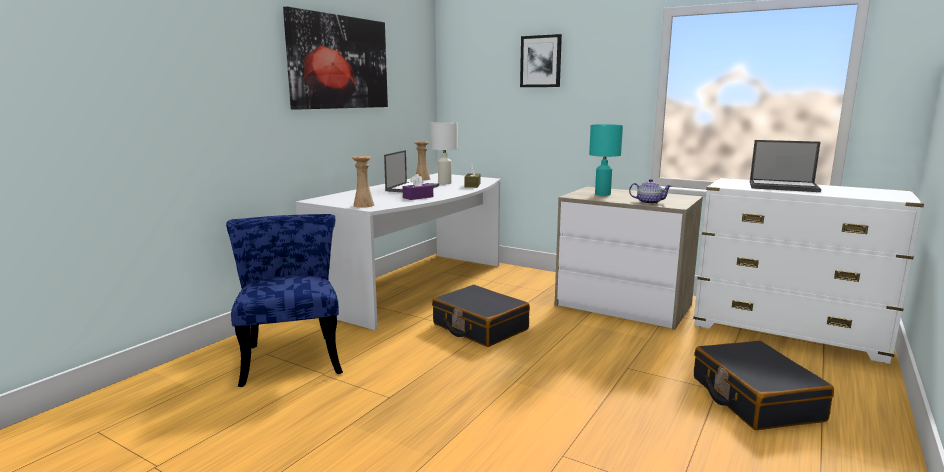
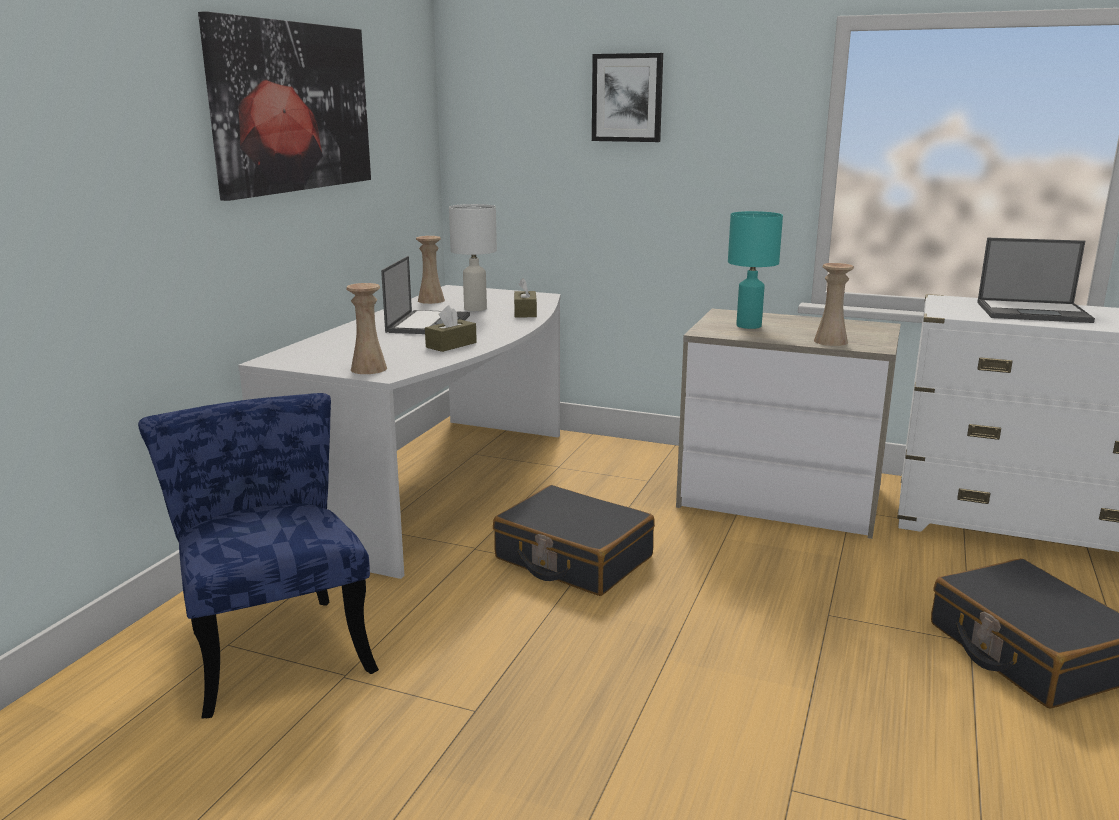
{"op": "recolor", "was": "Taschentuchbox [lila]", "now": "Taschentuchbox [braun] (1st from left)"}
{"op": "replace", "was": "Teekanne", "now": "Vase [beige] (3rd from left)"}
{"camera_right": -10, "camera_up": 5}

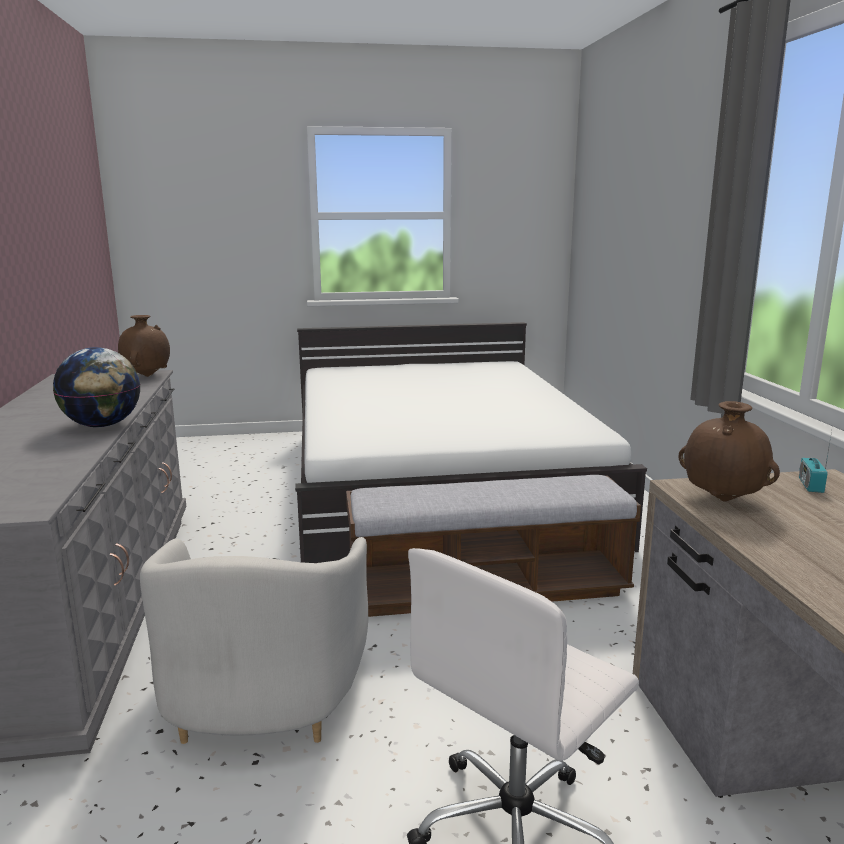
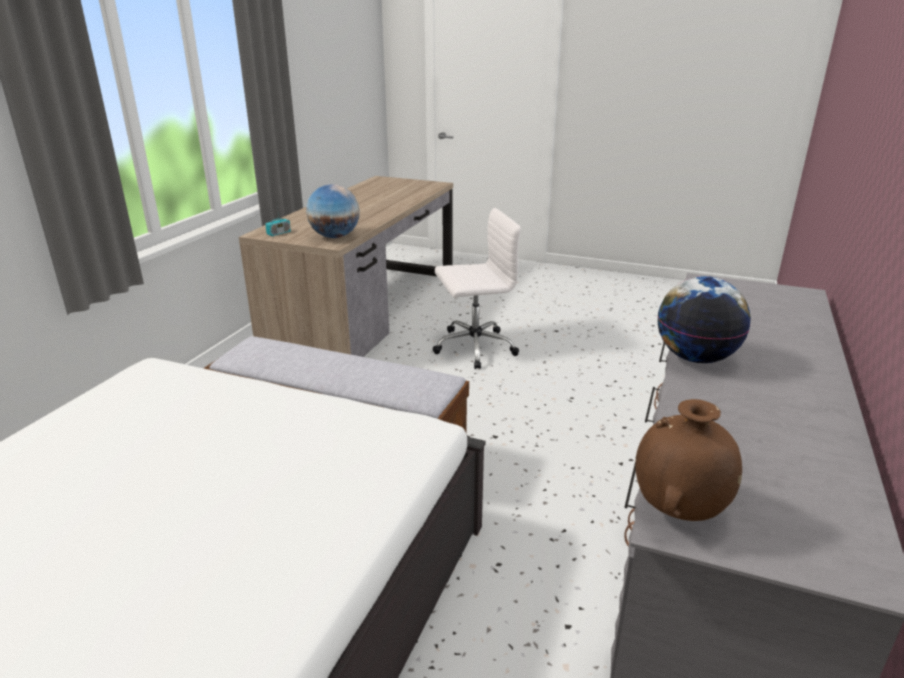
{"op": "replace", "was": "Vase [braun] (2nd from left)", "now": "Globus (1st from left)"}
{"op": "delete", "was": "Sessel [weiß]"}
{"camera_right": -150, "camera_up": 10}

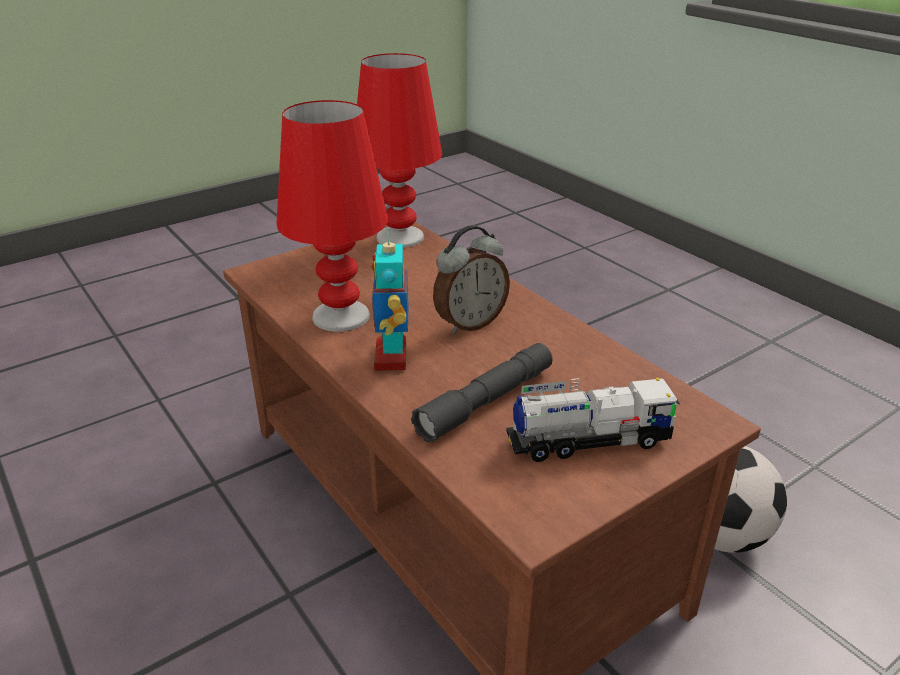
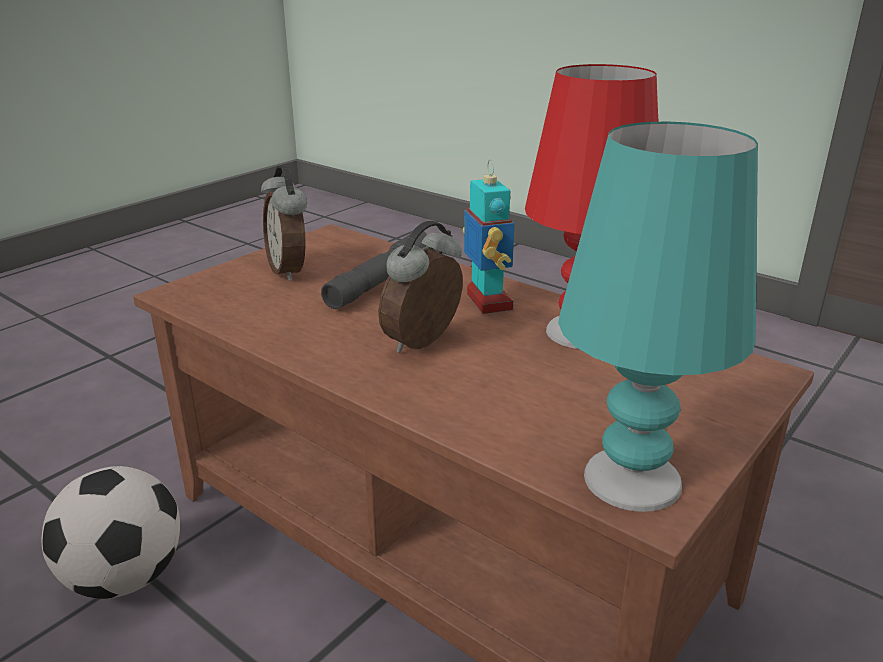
{"op": "recolor", "was": "Tischlampe [rot] (2nd from left)", "now": "Tischlampe [türkis]"}
{"op": "replace", "was": "Spielzeuglaster", "now": "Wecker (1st from left)"}
{"camera_right": 165, "camera_up": -5}

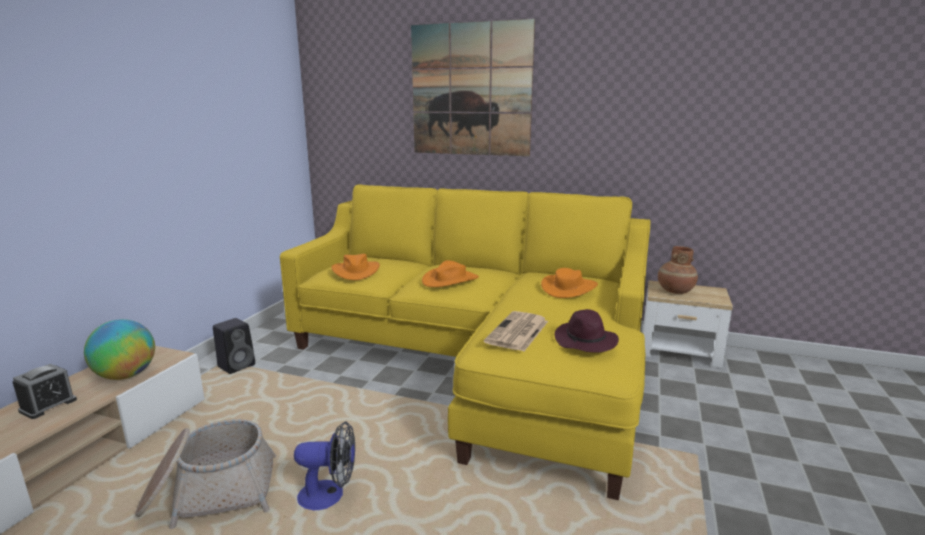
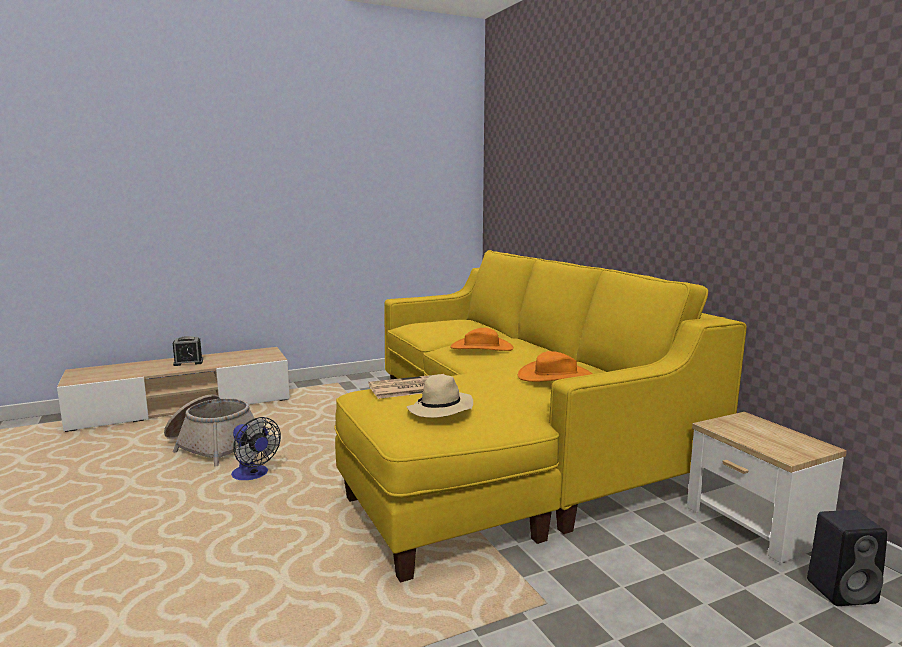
{"op": "delete", "was": "Bild"}
{"op": "delete", "was": "Vase [braun]"}
{"op": "delete", "was": "Hut [orange] (1st from left)"}
{"op": "recolor", "was": "Hut [lila]", "now": "Hut [beige]"}
{"op": "move", "was": "Lautsprecher [schwarz]"}
{"op": "delete", "was": "Globus"}
{"camera_right": 45, "camera_up": -5}

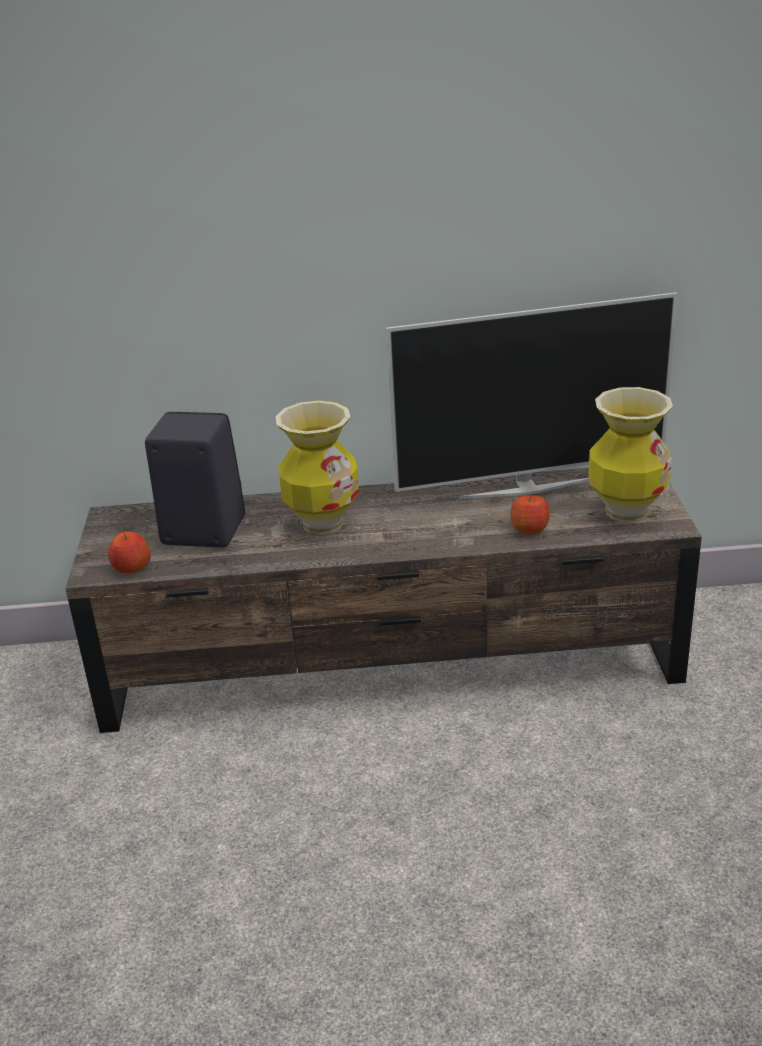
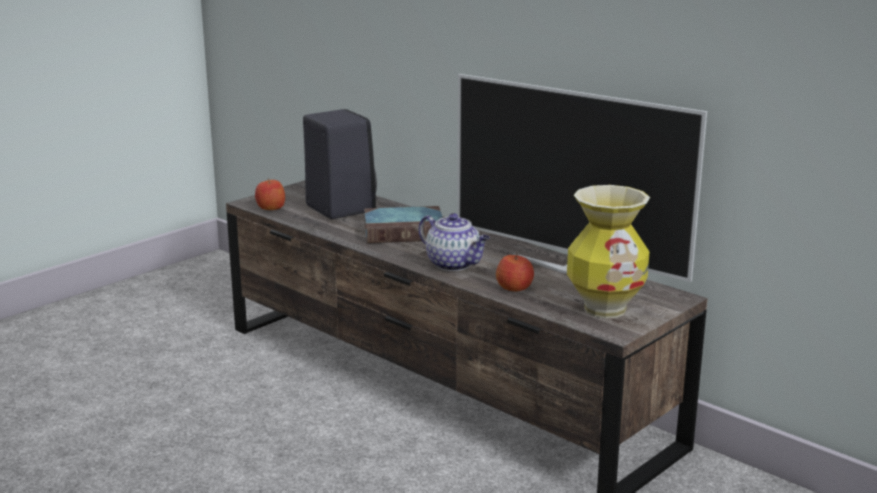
{"op": "replace", "was": "Vase (1st from left)", "now": "Buch"}
{"op": "insert", "now": "Teekanne"}
{"camera_right": 45, "camera_up": -10}

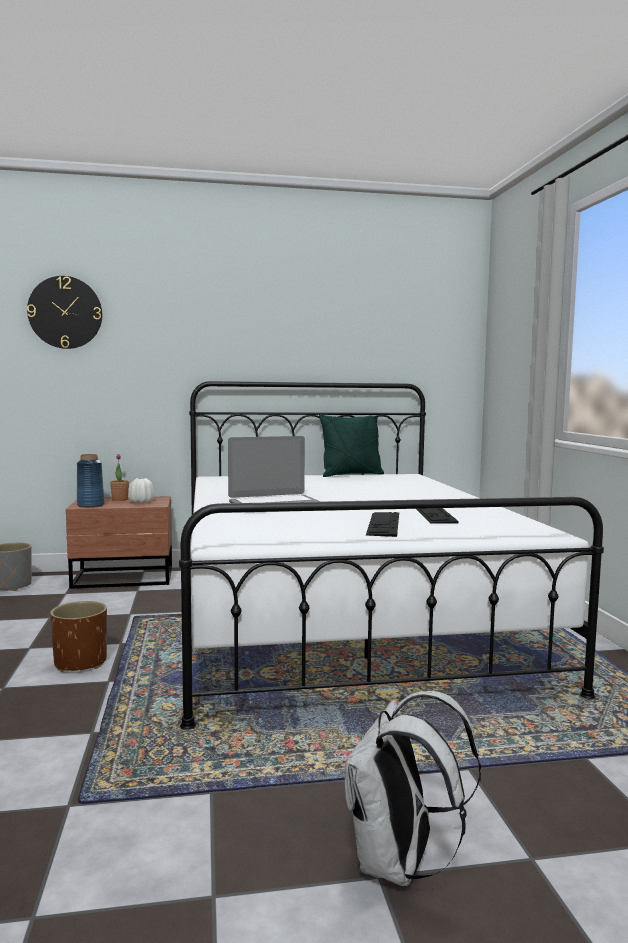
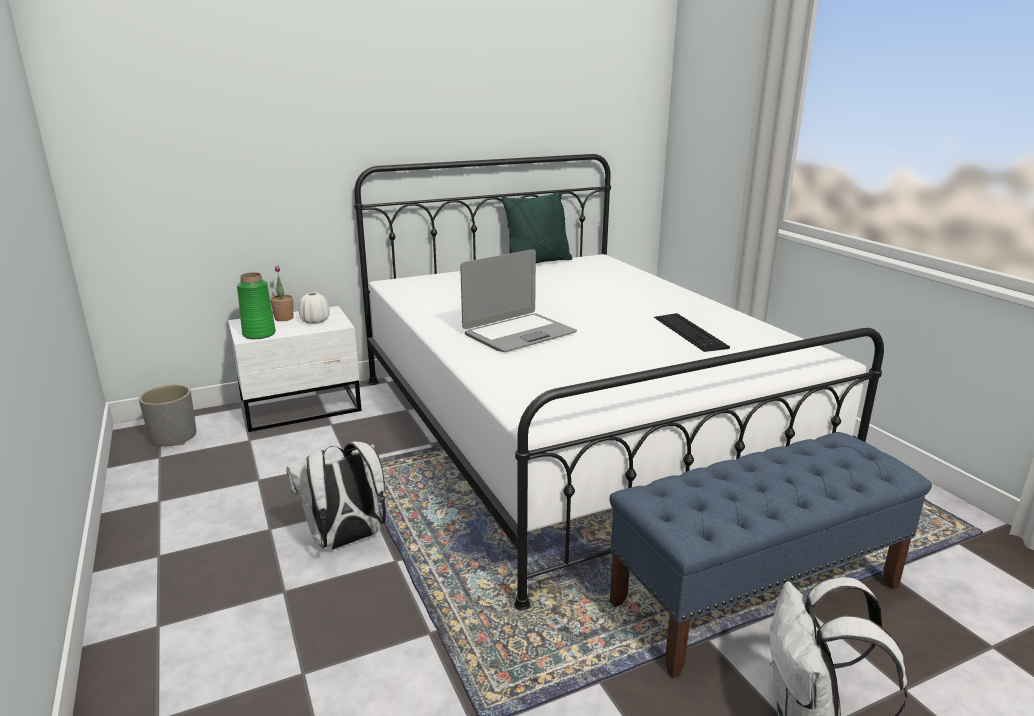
{"op": "delete", "was": "Wanduhr"}
{"op": "recolor", "was": "Vase [blau]", "now": "Vase [grün]"}
{"op": "recolor", "was": "Nachttisch [braun]", "now": "Nachttisch [weiß]"}
{"op": "delete", "was": "Tastatur (1st from left)"}
{"op": "replace", "was": "Pflanzkübel [braun]", "now": "Rucksack [weiß] (1st from left)"}
{"op": "insert", "now": "Bank [blau]"}
{"camera_right": -15, "camera_up": 15}

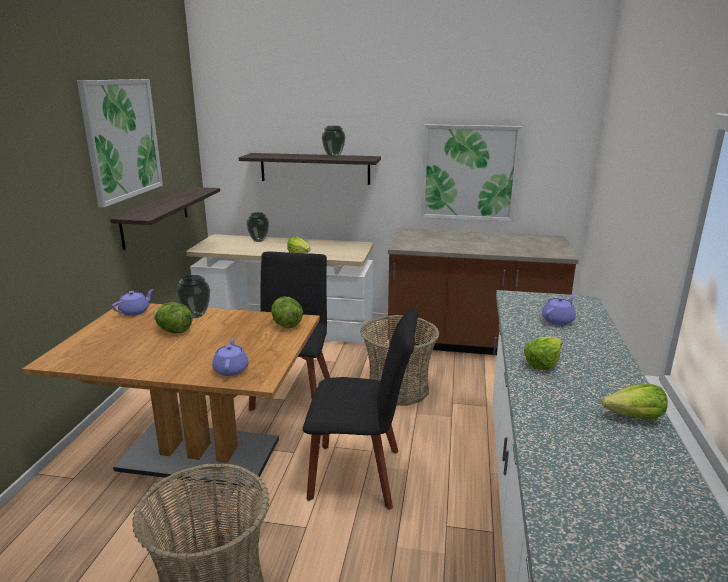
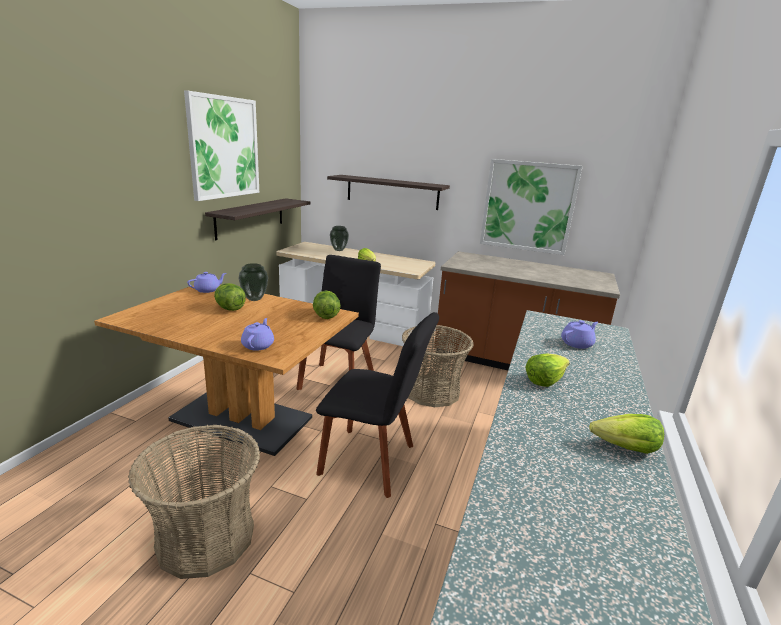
{"op": "delete", "was": "Vase (3rd from left)"}
{"camera_right": 10, "camera_up": 0}

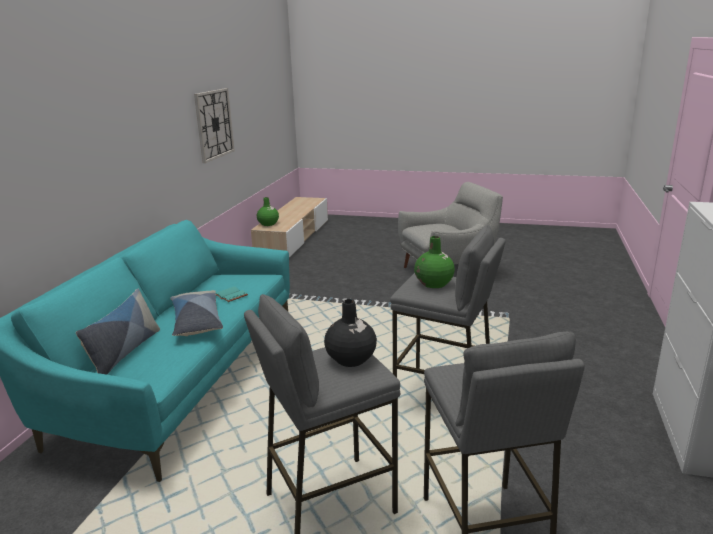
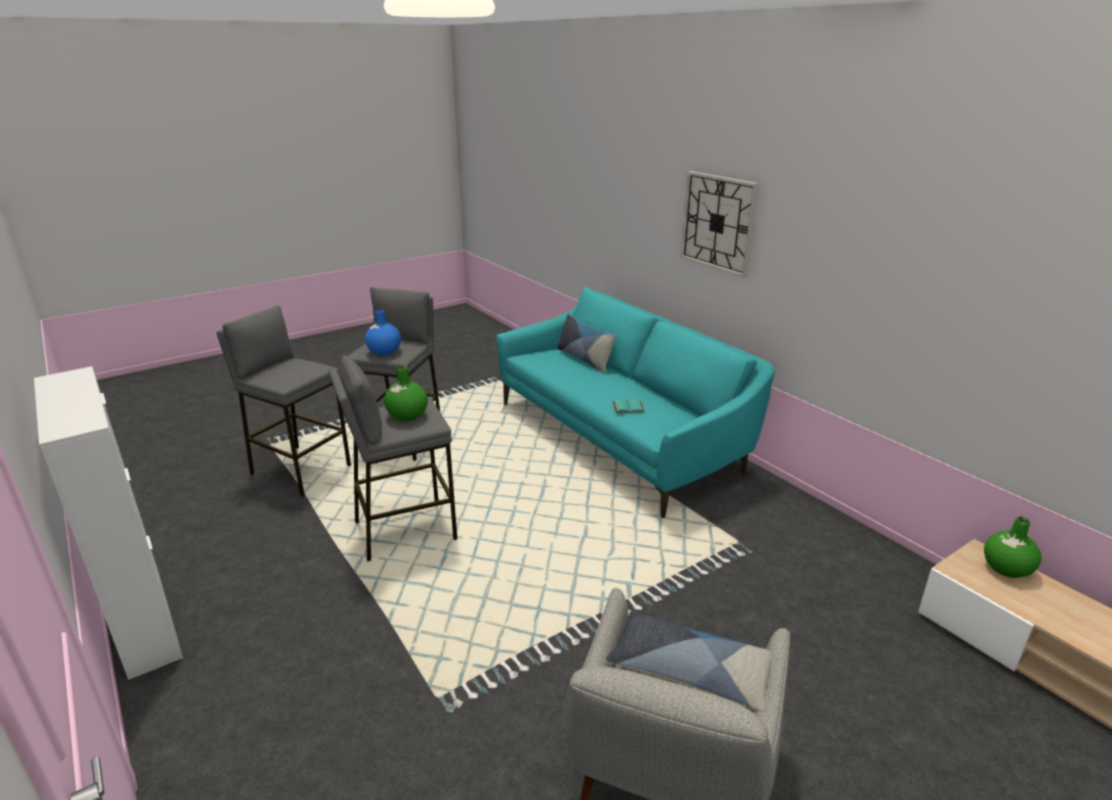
{"op": "move", "was": "Wanduhr"}
{"op": "move", "was": "Kissen (2nd from left)"}
{"op": "recolor", "was": "Vase [schwarz]", "now": "Vase [blau]"}
{"camera_right": 130, "camera_up": 5}

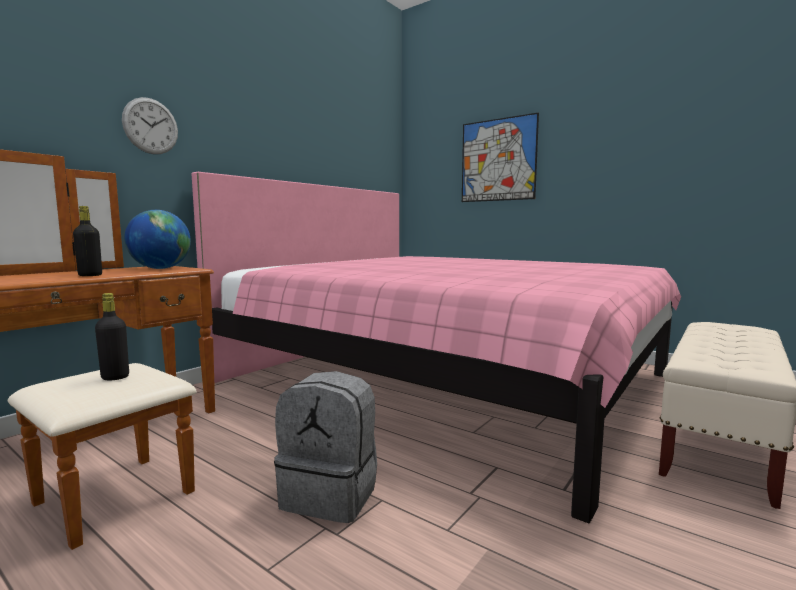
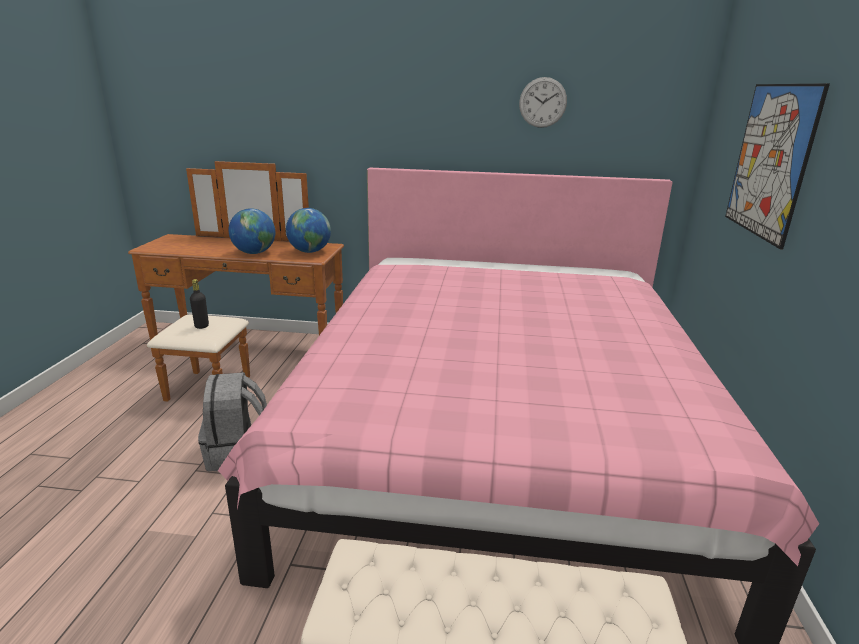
{"op": "move", "was": "Wanduhr"}
{"op": "replace", "was": "Flasche [schwarz] (1st from left)", "now": "Globus (1st from left)"}
{"camera_right": 60, "camera_up": 15}

